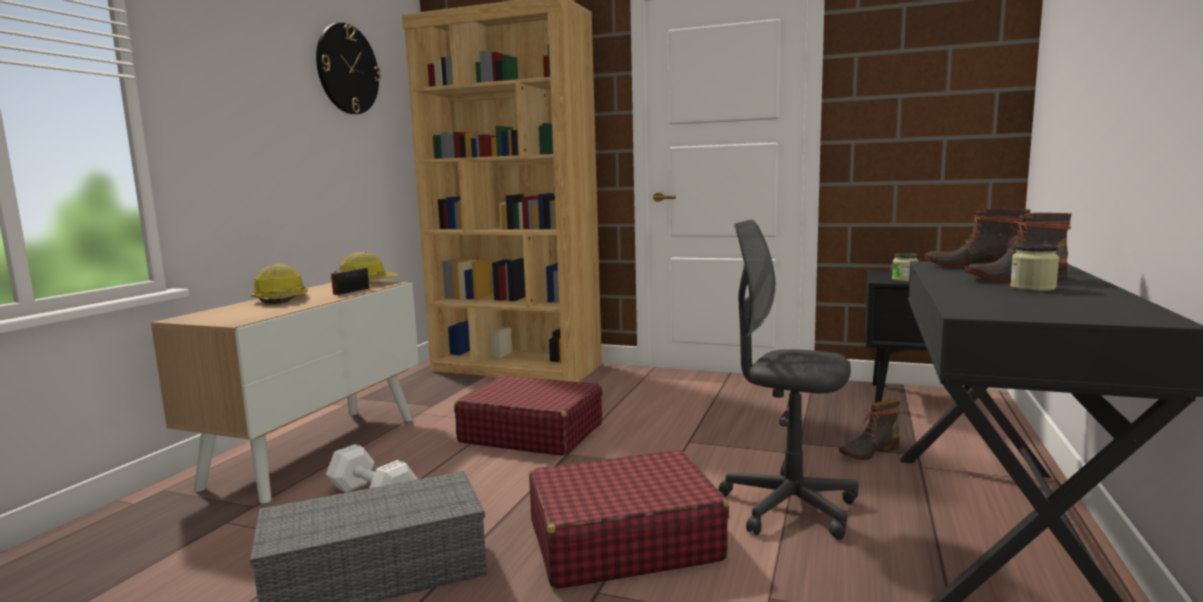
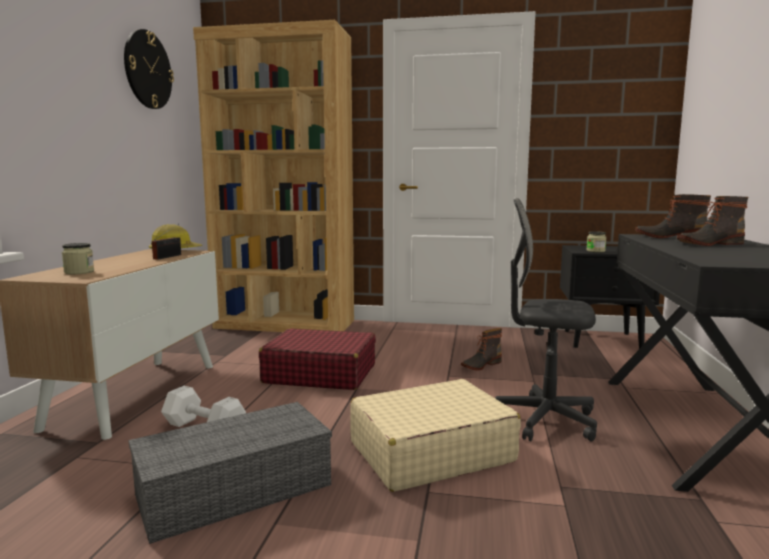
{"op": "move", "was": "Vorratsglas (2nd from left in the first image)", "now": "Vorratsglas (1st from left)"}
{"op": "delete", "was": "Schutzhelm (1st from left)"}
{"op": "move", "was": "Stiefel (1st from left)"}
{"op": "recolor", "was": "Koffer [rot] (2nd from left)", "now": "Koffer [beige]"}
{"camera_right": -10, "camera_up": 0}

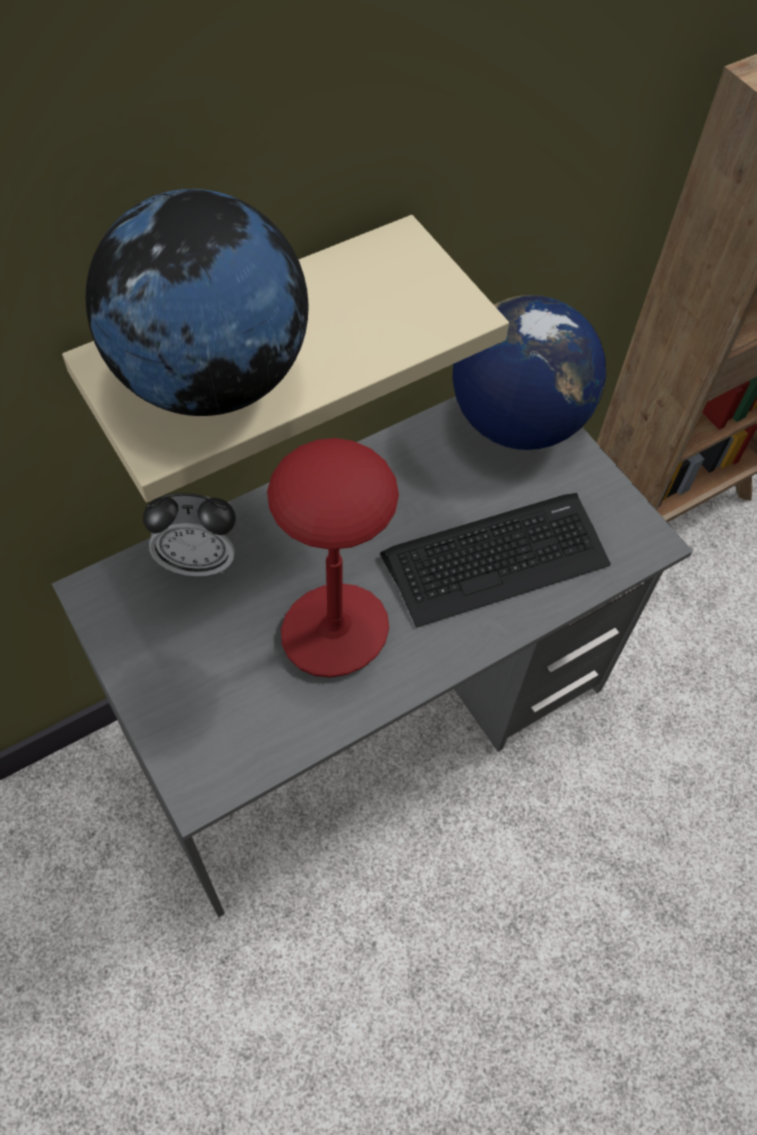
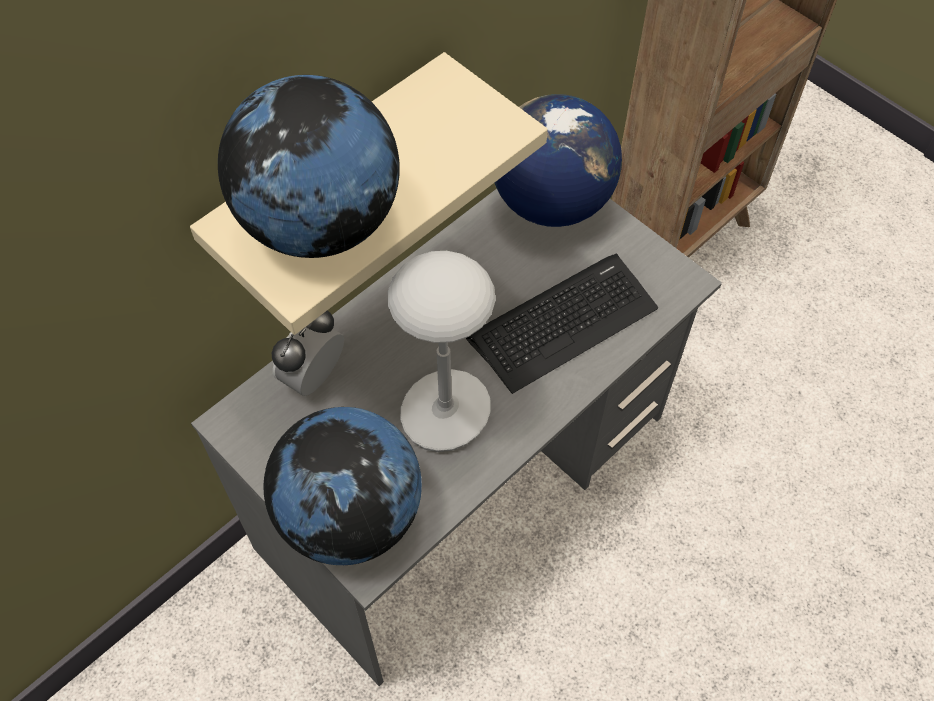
{"op": "recolor", "was": "Tischlampe [rot]", "now": "Tischlampe [grau]"}
{"op": "rotate", "was": "Wecker", "clockwise": 135}
{"op": "insert", "now": "Globus (2nd from left)"}
{"camera_right": -10, "camera_up": 0}

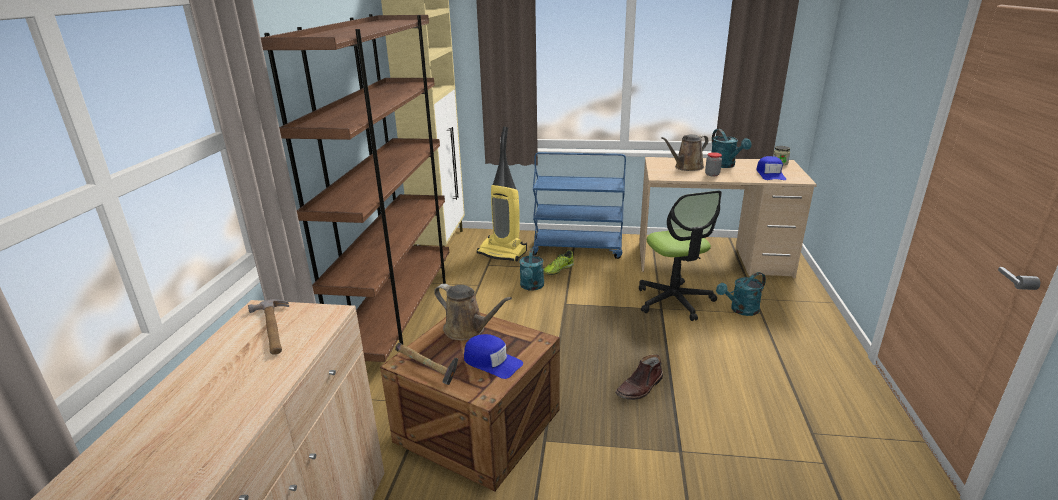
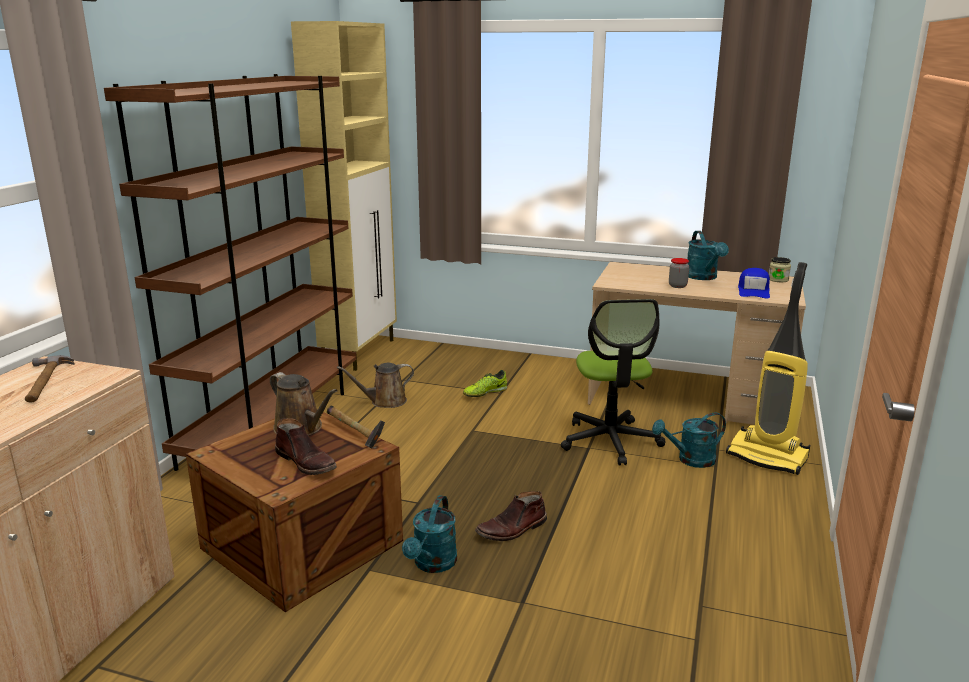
{"op": "move", "was": "Staubsauger"}
{"op": "move", "was": "Gießkanne [braun] (2nd from left)"}
{"op": "delete", "was": "Rollwagen [blau]"}
{"op": "move", "was": "Gießkanne [türkis] (1st from left)"}
{"op": "replace", "was": "Kappe [blau] (1st from left)", "now": "Stiefel [braun] (1st from left)"}
{"op": "move", "was": "Hammer (2nd from left)"}
{"camera_right": 10, "camera_up": -5}

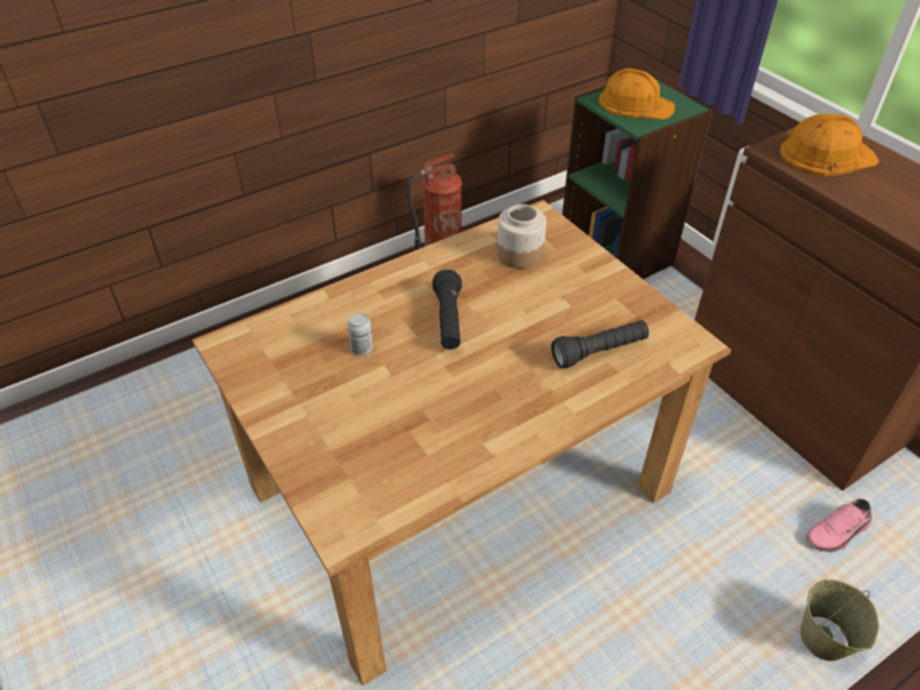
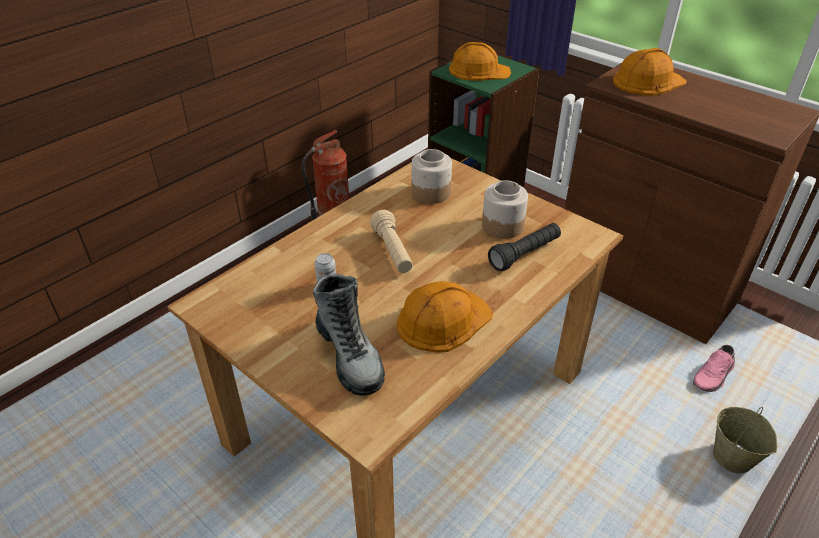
{"op": "recolor", "was": "Taschenlampe [schwarz] (1st from left)", "now": "Taschenlampe [beige]"}
{"op": "insert", "now": "Vorratsglas (2nd from left)"}
{"op": "insert", "now": "Stiefel"}
{"op": "insert", "now": "Schutzhelm [orange] (1st from left)"}
{"camera_right": -15, "camera_up": -5}

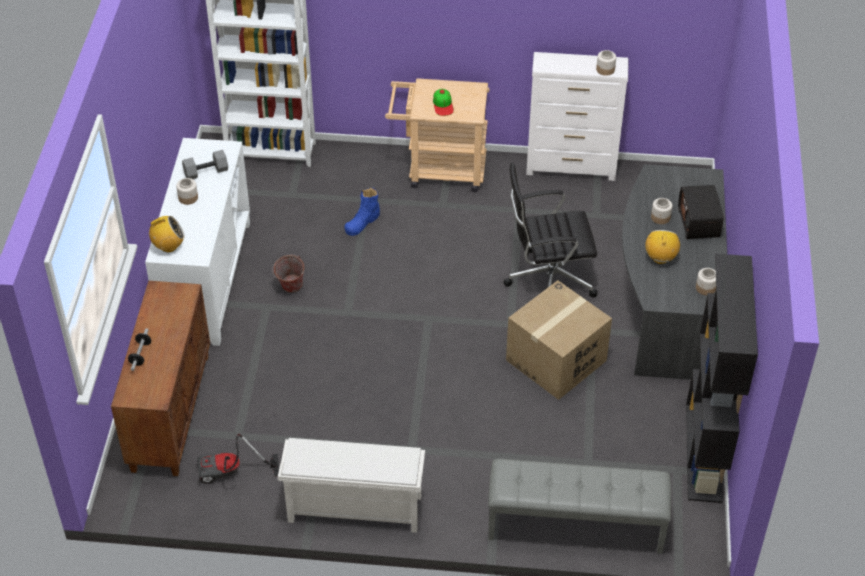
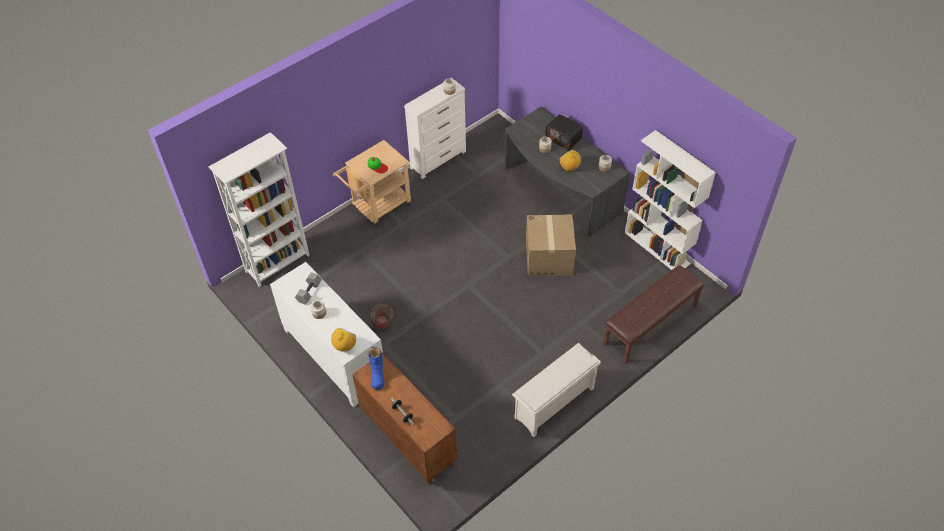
{"op": "delete", "was": "Bürostuhl [schwarz]"}
{"op": "move", "was": "Stiefel [blau]"}
{"op": "recolor", "was": "Bücherregal [schwarz]", "now": "Bücherregal [weiß] (2nd from left)"}
{"op": "delete", "was": "Staubsauger"}
{"op": "recolor", "was": "Bank [grau]", "now": "Bank [braun]"}
{"camera_right": -45, "camera_up": 5}

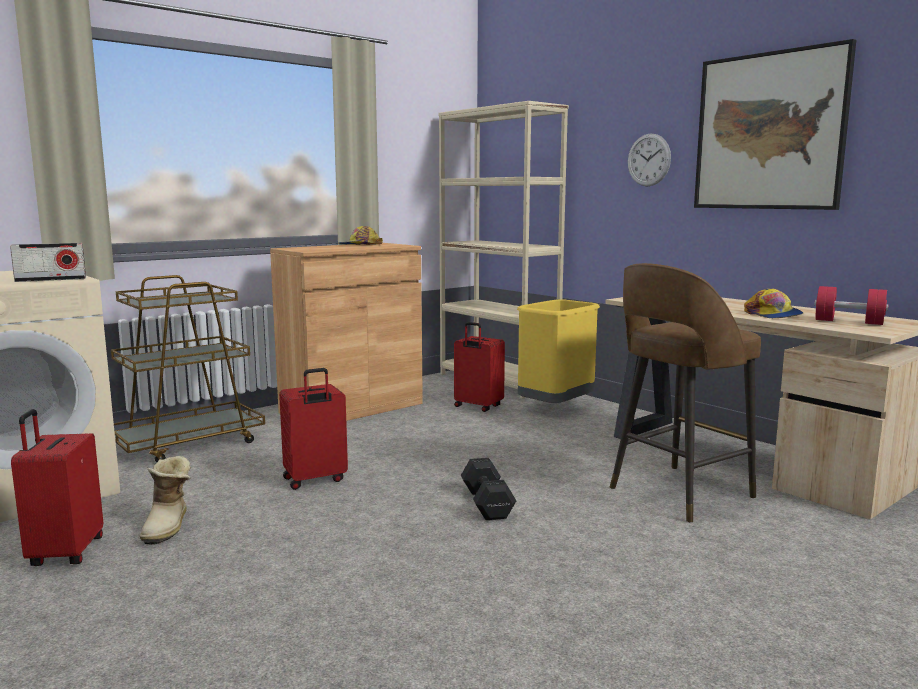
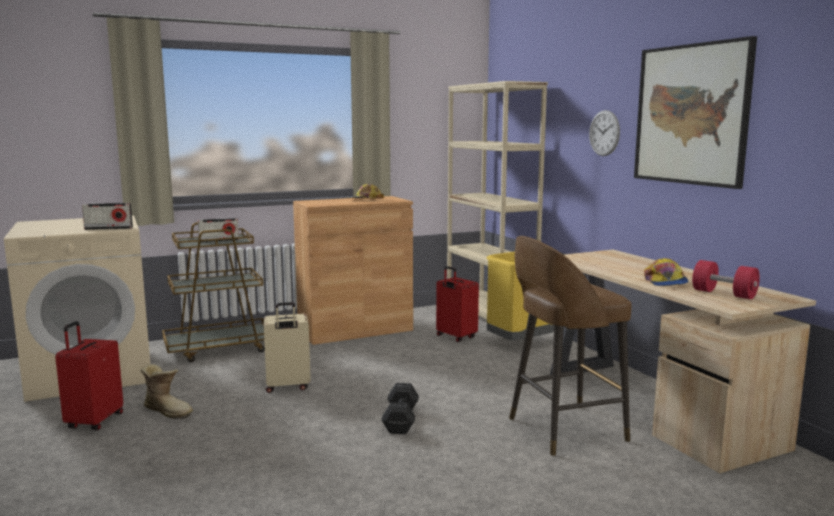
{"op": "recolor", "was": "Koffer [rot] (2nd from left)", "now": "Koffer [beige]"}
{"op": "rotate", "was": "Stiefel", "clockwise": -75}
{"op": "insert", "now": "Radio (2nd from left)"}
{"camera_right": 15, "camera_up": 0}

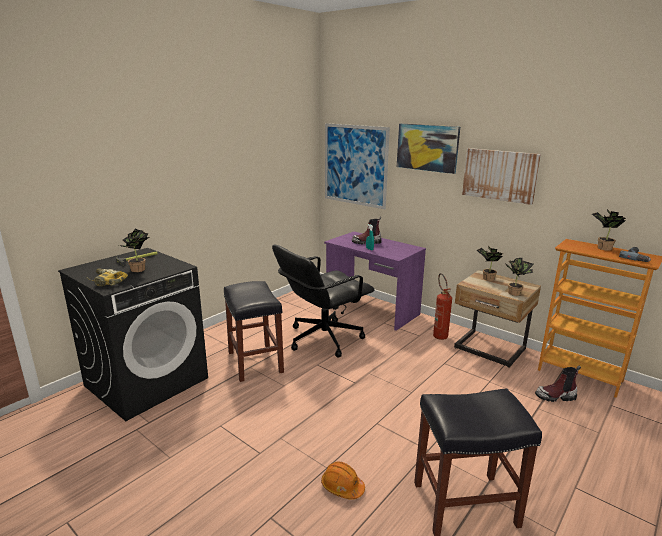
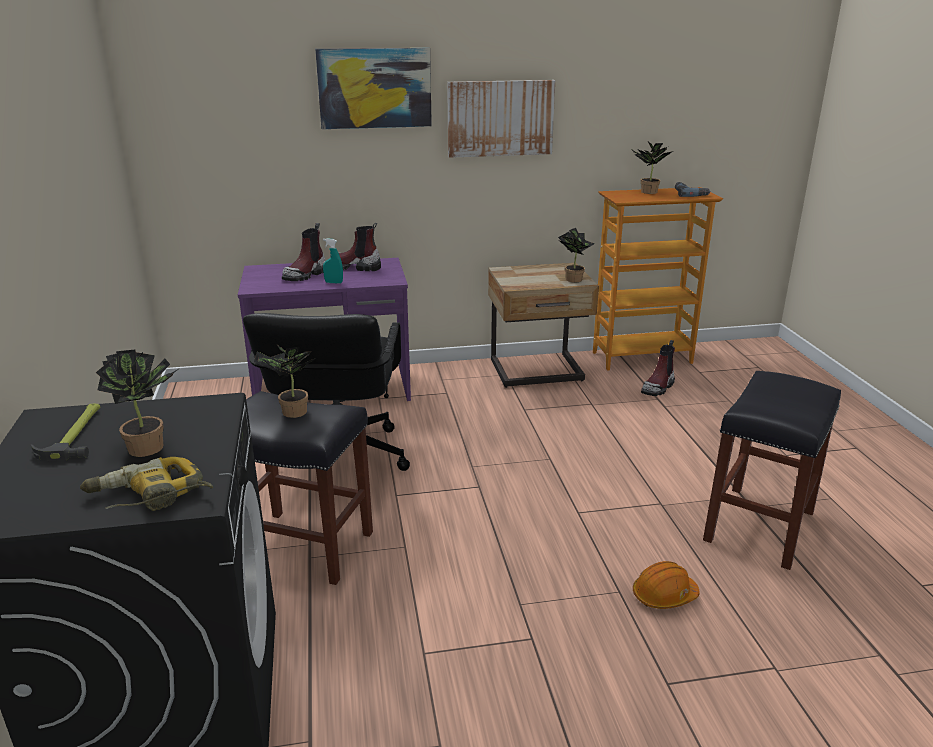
{"op": "delete", "was": "Bild (1st from left)"}
{"op": "move", "was": "Topfpflanze (2nd from left)"}
{"op": "delete", "was": "Feuerlöscher"}
{"op": "insert", "now": "Stiefel (2nd from left)"}
{"camera_right": -50, "camera_up": 5}

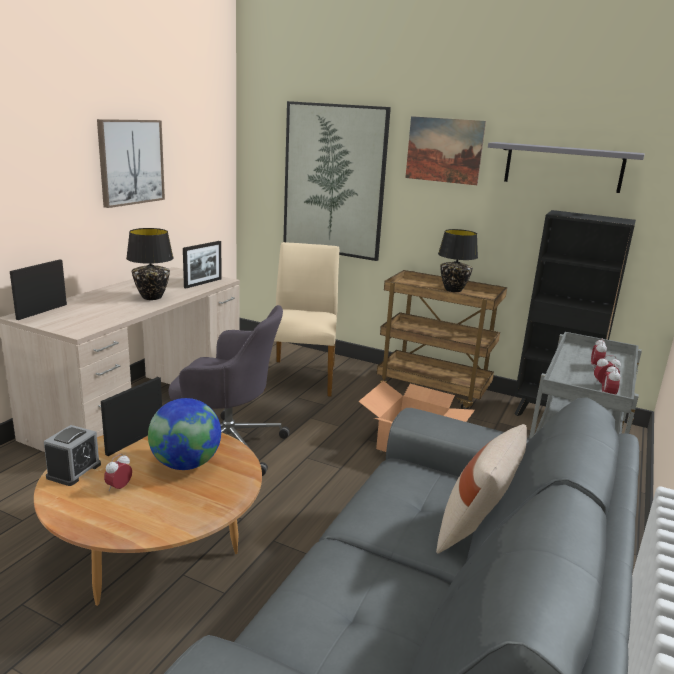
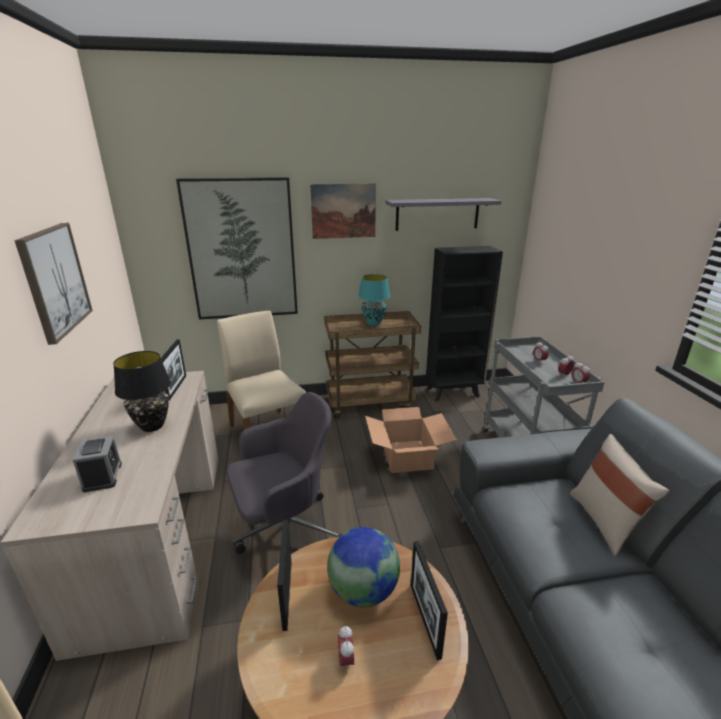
{"op": "recolor", "was": "Tischlampe [schwarz] (2nd from left)", "now": "Tischlampe [türkis]"}
{"op": "move", "was": "Bilderrahmen (1st from left in the first image)", "now": "Bilderrahmen (3rd from left)"}
{"op": "move", "was": "Wecker (1st from left)"}
{"camera_right": -35, "camera_up": 5}

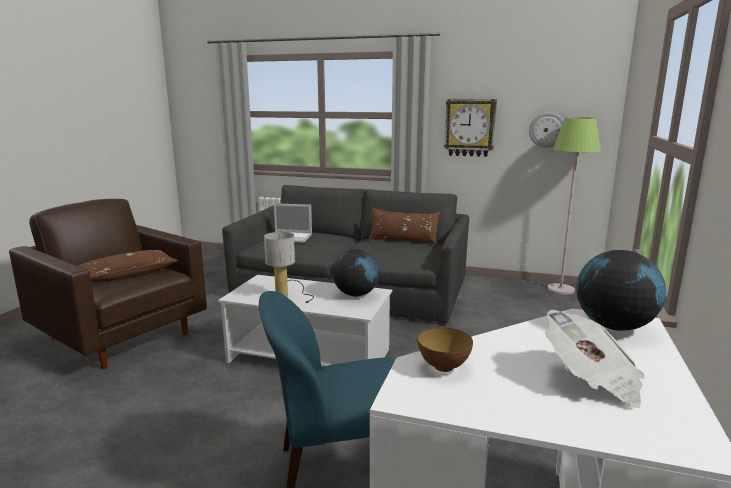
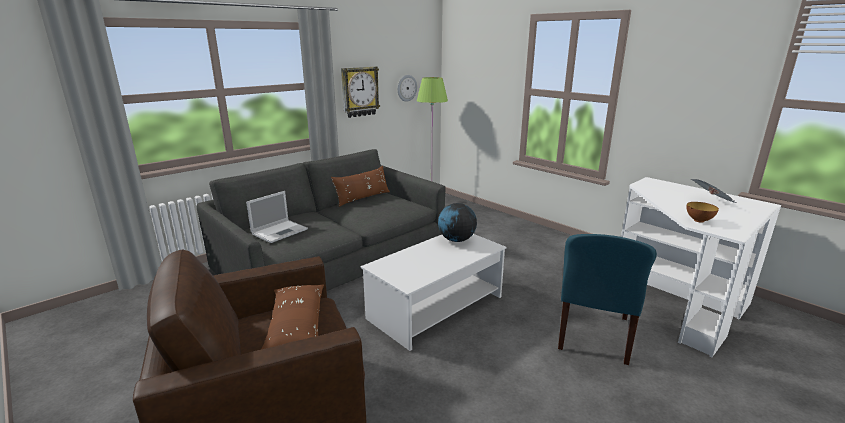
{"op": "delete", "was": "Tischlampe"}
{"op": "delete", "was": "Globus (2nd from left)"}
{"camera_right": -60, "camera_up": 5}

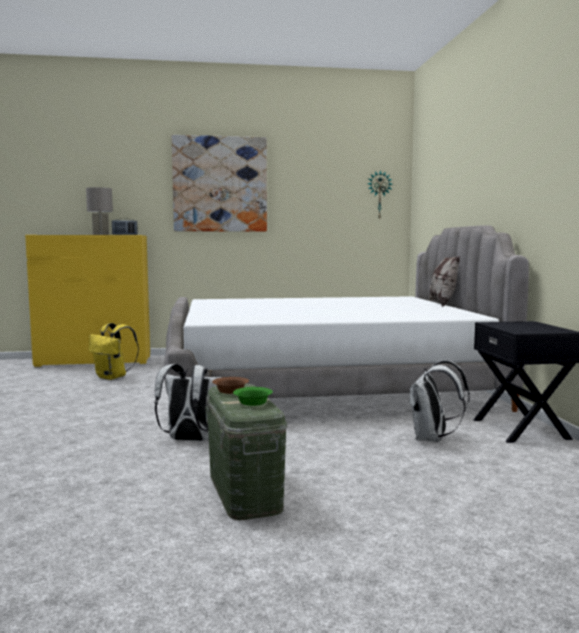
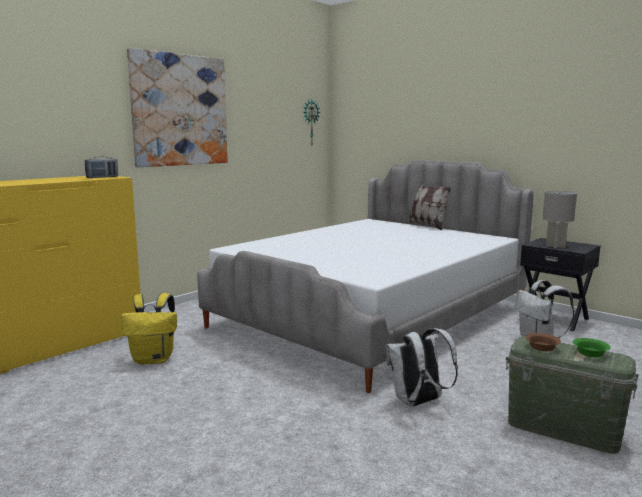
{"op": "move", "was": "Tischlampe [grau]"}
{"camera_right": -40, "camera_up": 5}

